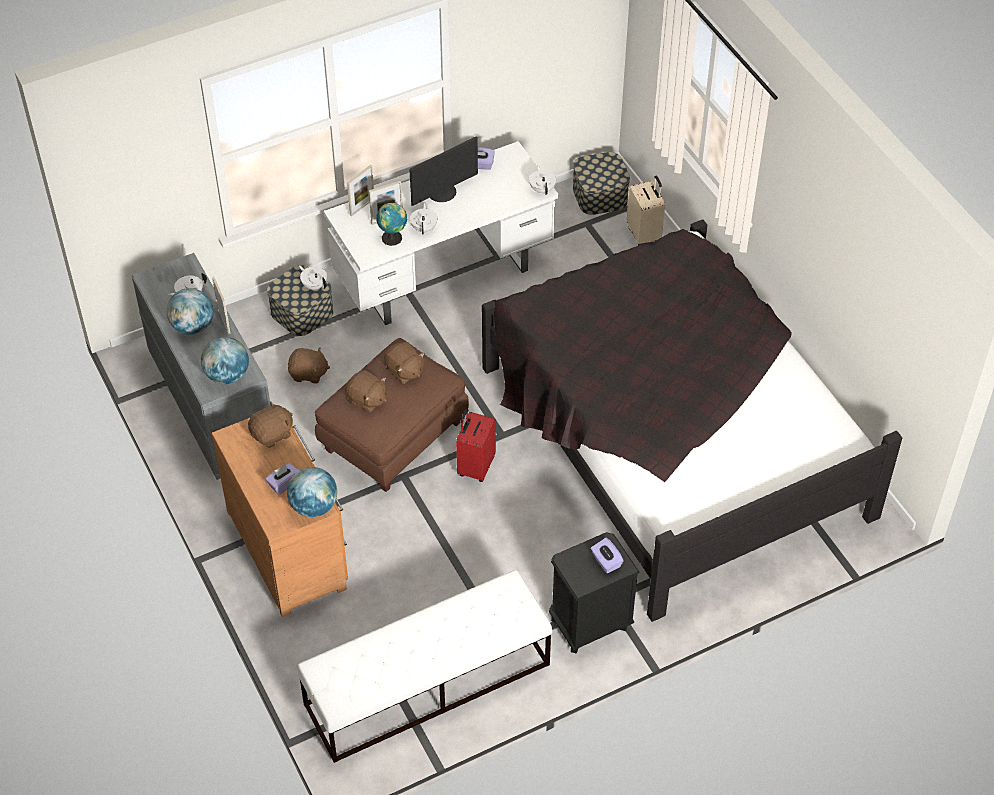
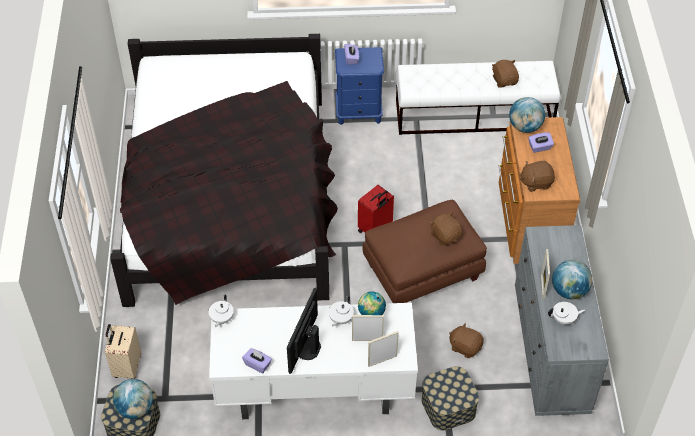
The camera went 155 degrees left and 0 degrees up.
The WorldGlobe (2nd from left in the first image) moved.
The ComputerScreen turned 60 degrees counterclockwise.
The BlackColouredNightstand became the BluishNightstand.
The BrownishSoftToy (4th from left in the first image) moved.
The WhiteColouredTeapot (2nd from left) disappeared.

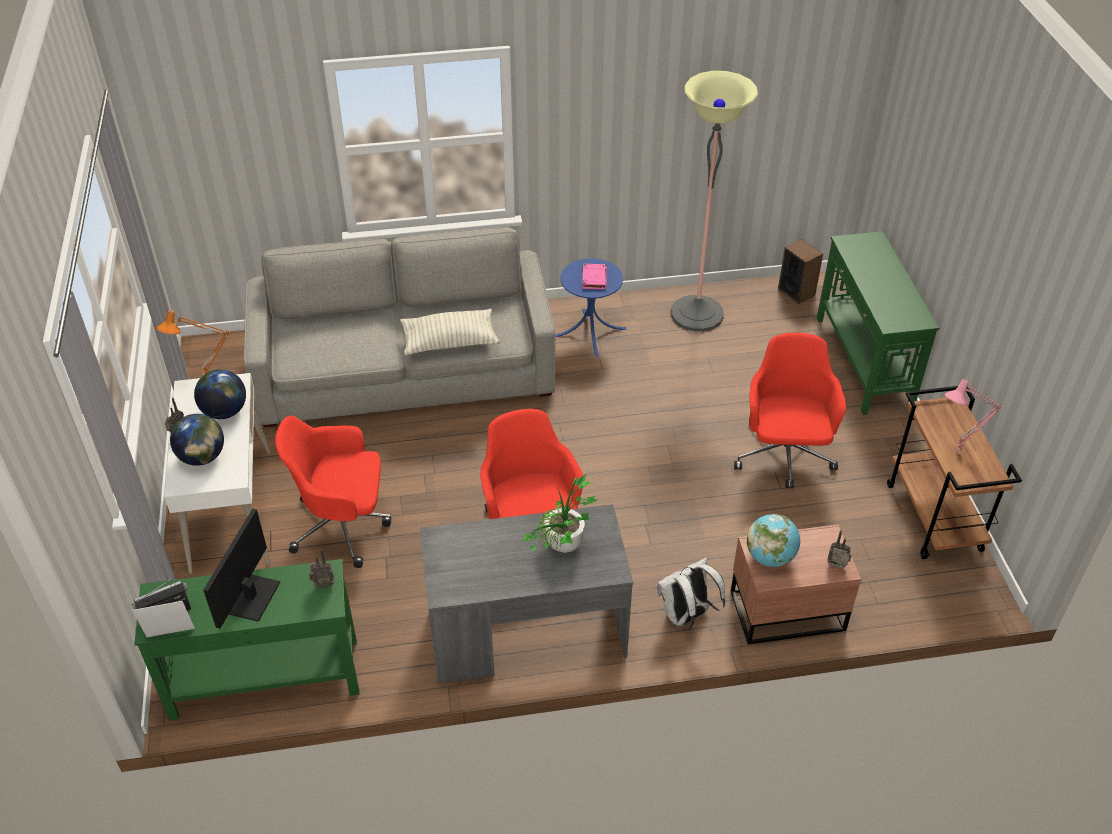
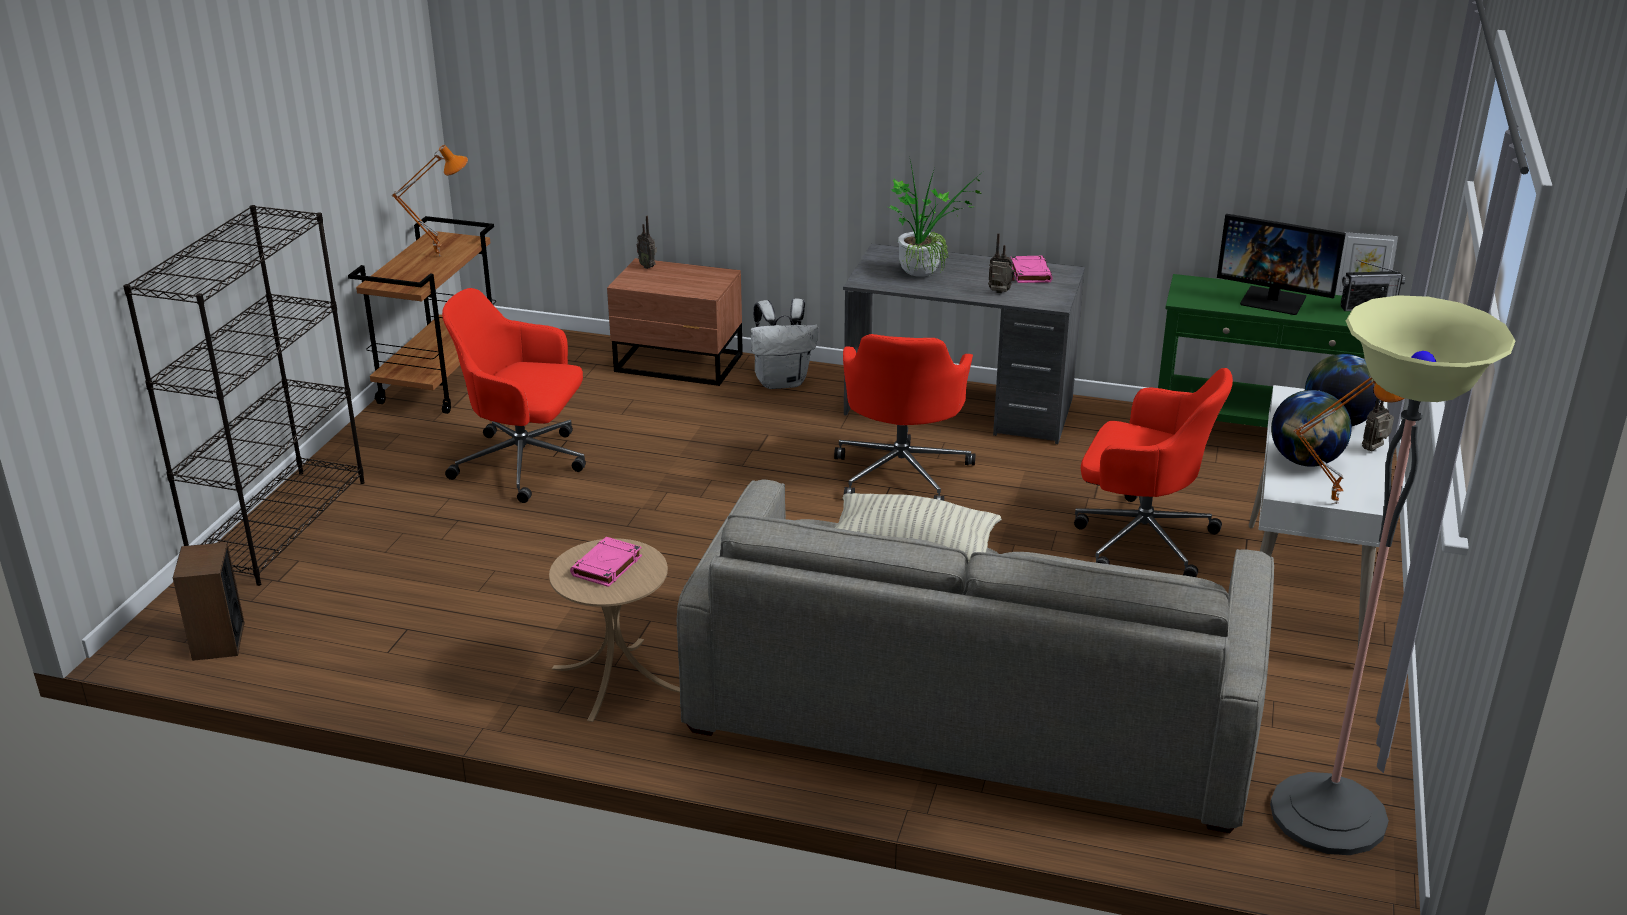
The camera went 155 degrees left and 15 degrees down.
The GreenNarrowTable (2nd from left) was replaced by the BlackColouredBookcase.
The PinkishTableLamp became the OrangeColouredTableLamp (1st from left).
The RedColouredOfficeChair (3rd from left in the first image) turned 75 degrees clockwise.
The BluishSideTable became the SandColouredSideTable.
The RadioReceiver (3rd from left in the first image) moved.
The PinkishBoundBook (2nd from left) appeared.
The ComputerScreen turned 75 degrees clockwise.
The StandardLamp moved.
The WorldGlobe (3rd from left) disappeared.

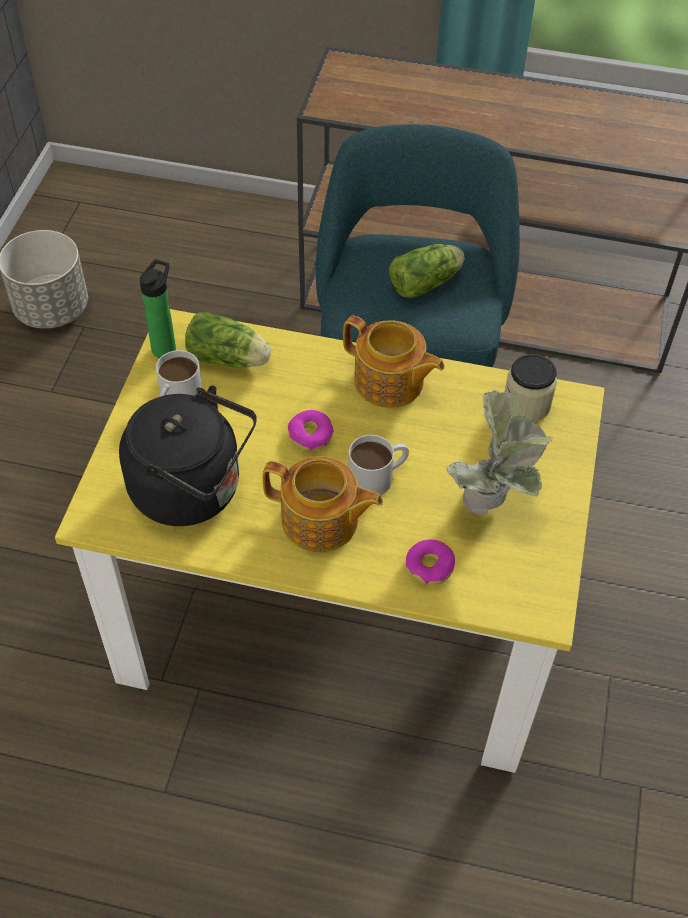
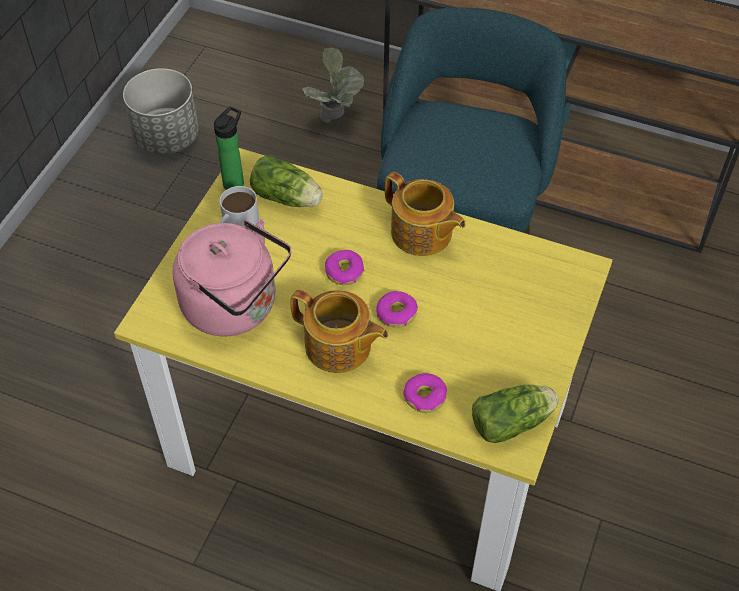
The camera went 10 degrees right and 0 degrees up.
The BlackColouredTeaKettle became the PinkishTeaKettle.
The PlantInAPot moved.
The WhiteColouredCoffeeMug (2nd from left) was replaced by the Donut (2nd from left).
The HeadOfLettuce (2nd from left) moved.
The Jar disappeared.

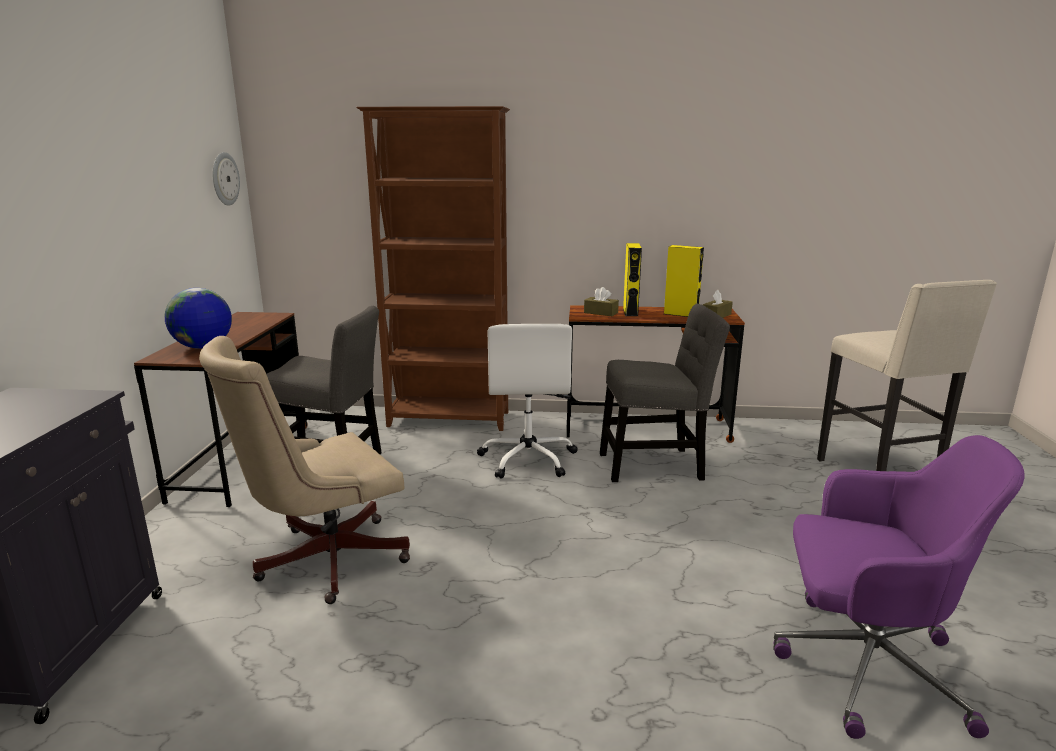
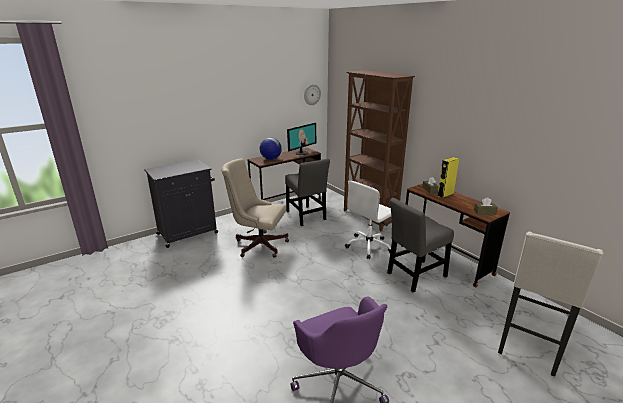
The camera went 50 degrees right and 5 degrees up.
The ComputerScreen appeared.
The GrayChair (2nd from left) turned 105 degrees clockwise.
The YellowishAudioSpeaker (2nd from left) disappeared.

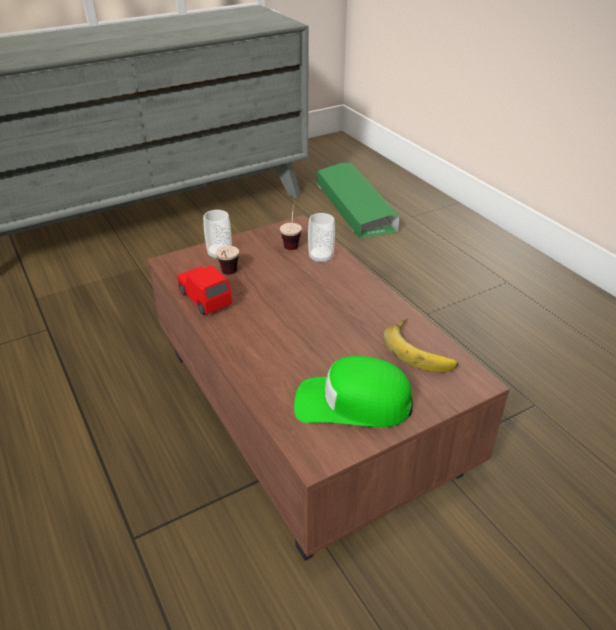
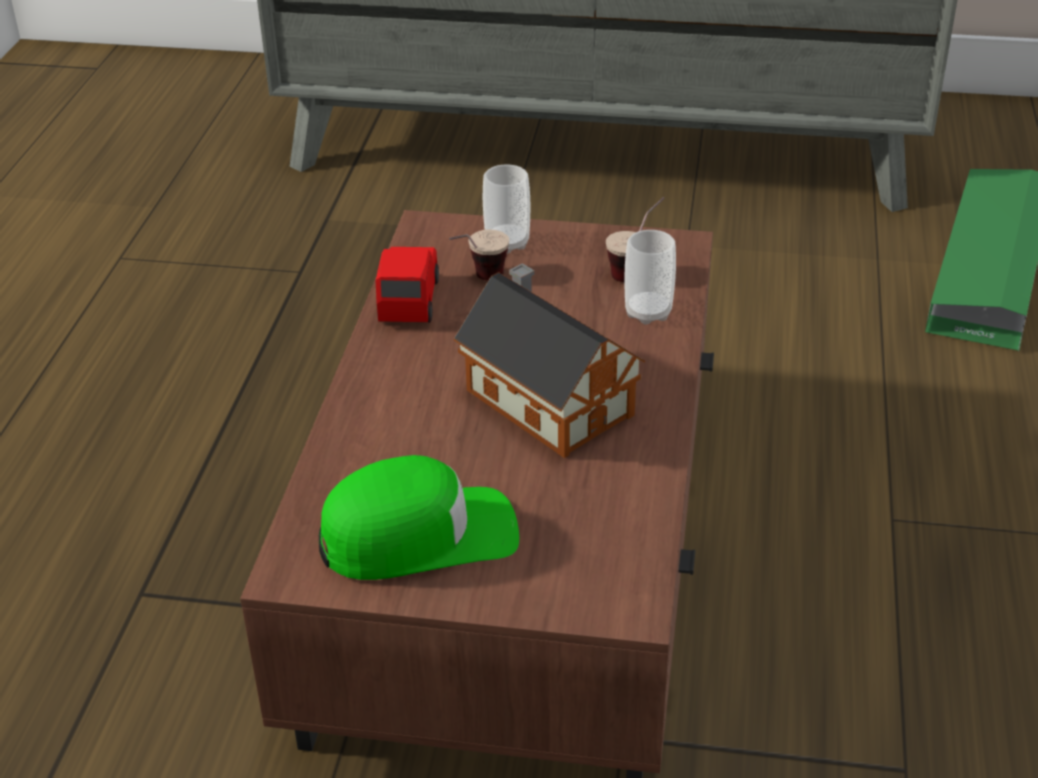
The camera went 40 degrees right and 0 degrees up.
The GreenBaseballCap turned 120 degrees clockwise.
The ModelHouse appeared.
The BananaFruit disappeared.

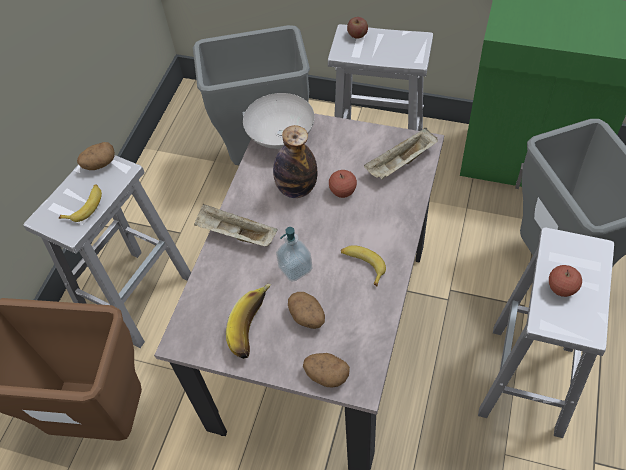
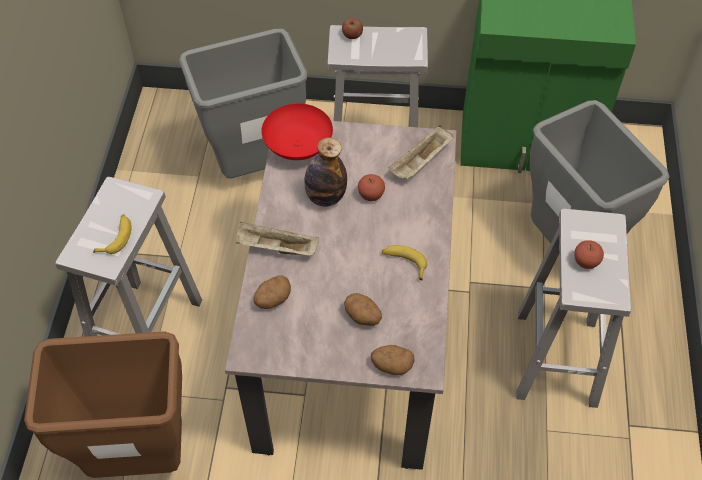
The camera went 15 degrees left and 0 degrees up.
The Potato (1st from left) moved.
The WhiteColouredBowl became the RedColouredBowl.
The BananaFruit (2nd from left) disappeared.
The SoapBottle disappeared.

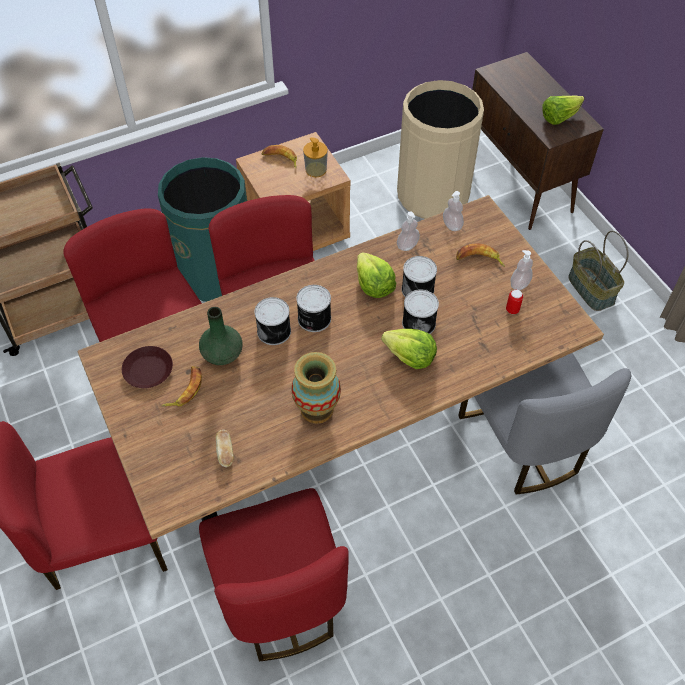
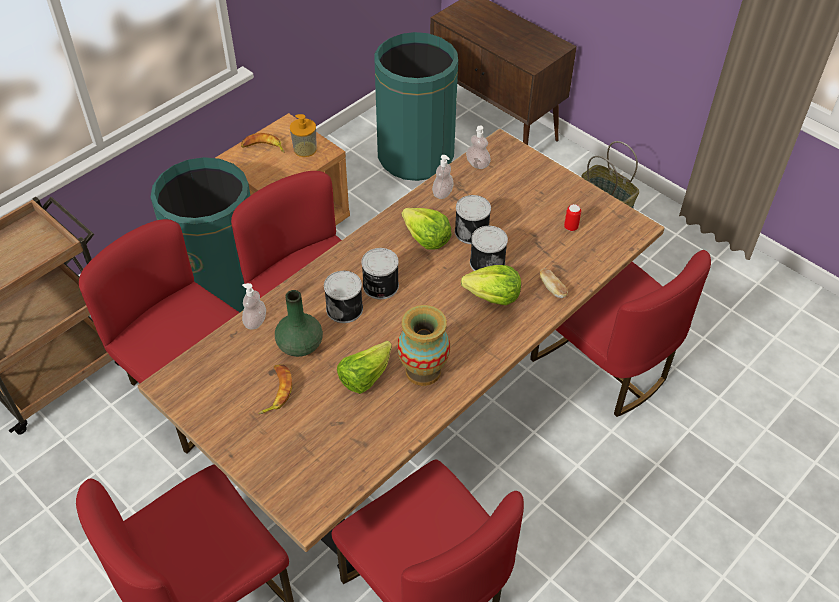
The camera went 20 degrees left and 5 degrees down.
The SoapBottle (4th from left in the first image) moved.
The HeadOfLettuce (3rd from left in the first image) moved.
The SandColouredTrashCan became the GreenTrashCan (2nd from left).
The GrayChair became the RedColouredChair (5th from left).
The Bread moved.
The BrownishPlate disappeared.
The BananaFruit (3rd from left) disappeared.

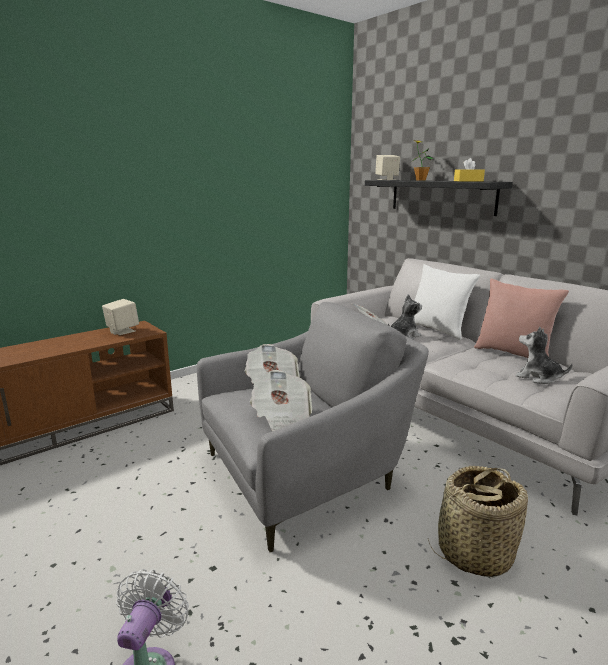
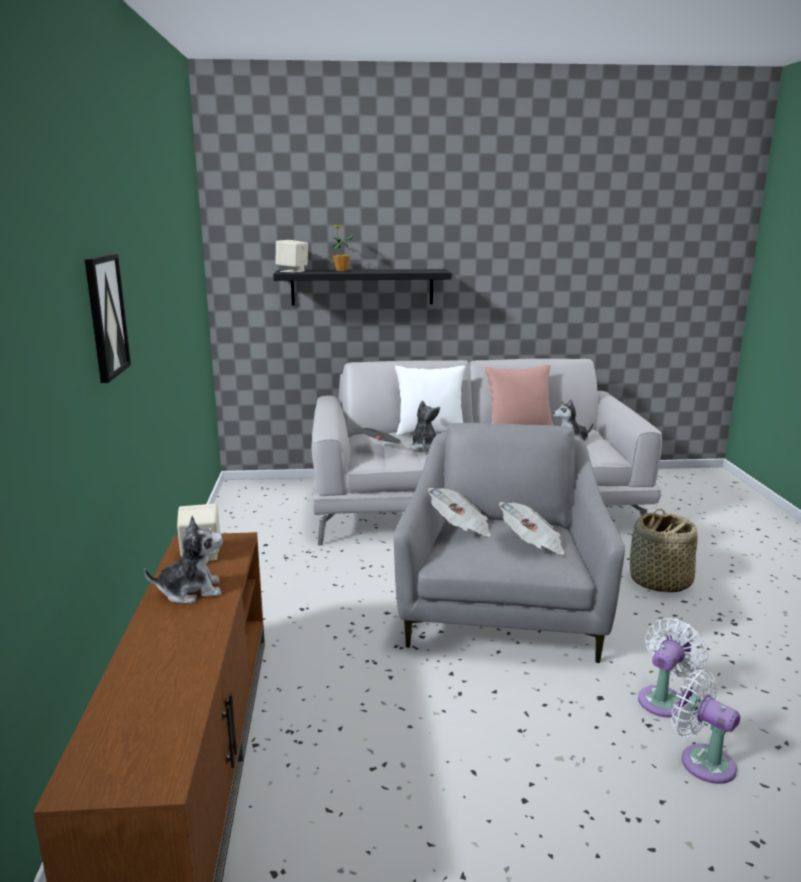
The camera went 55 degrees left and 0 degrees up.
The WallArt appeared.
The SoftToy (1st from left) appeared.
The WhiteColouredCoolingFan (1st from left) appeared.
The YellowishTissueHolder disappeared.

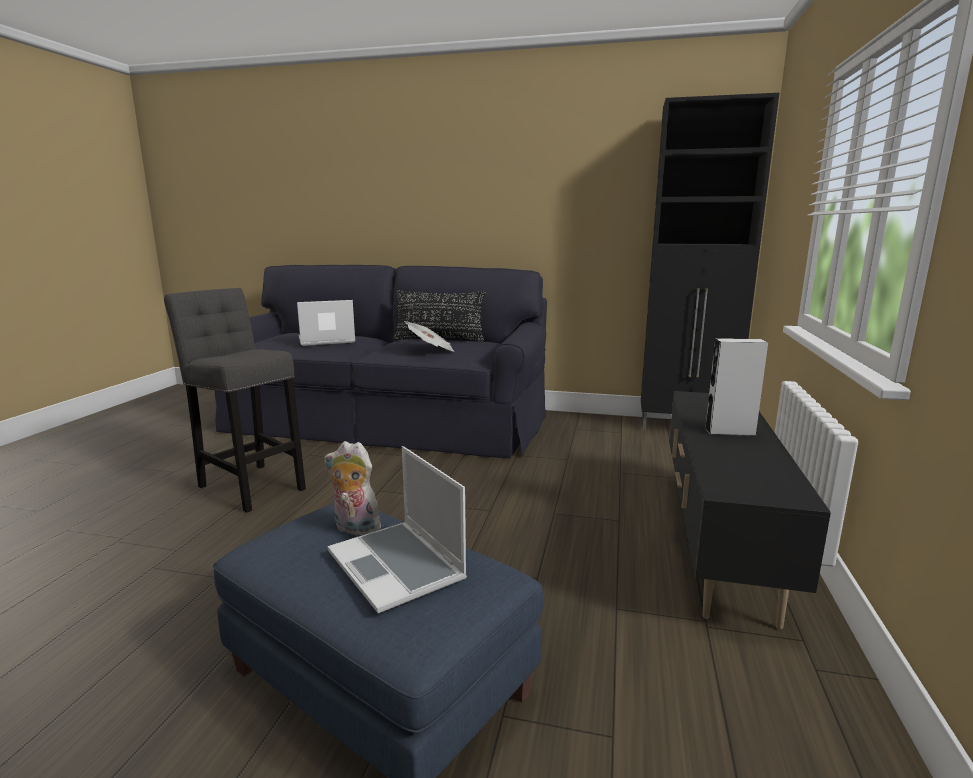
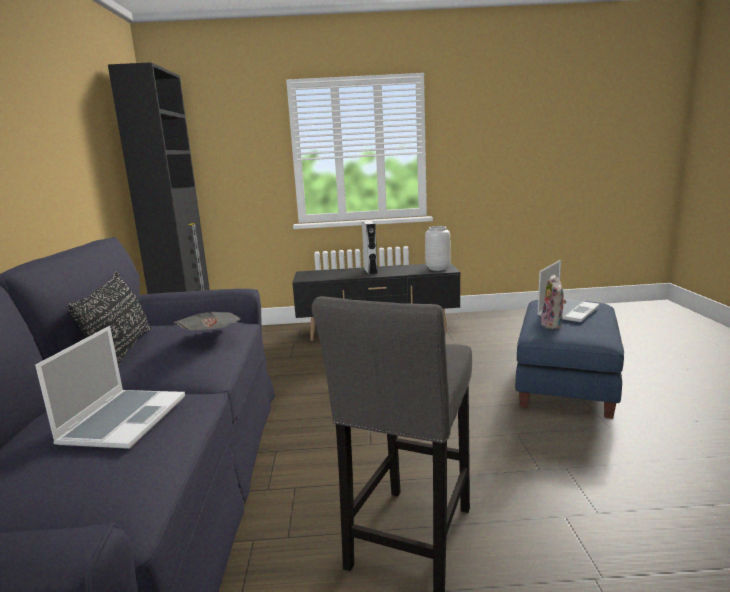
The camera went 105 degrees left and 0 degrees up.
The NotebookComputer (1st from left) turned 135 degrees counterclockwise.
The GrayDecorativeVase appeared.

